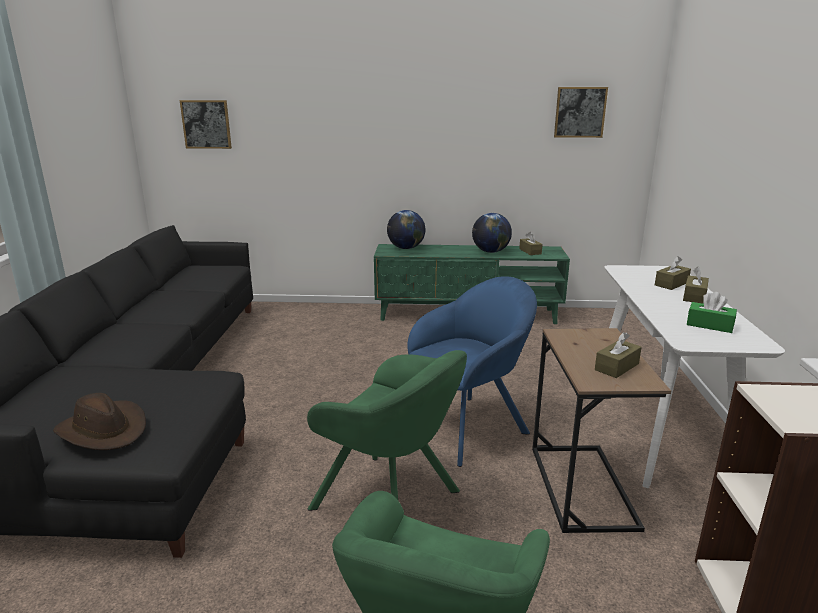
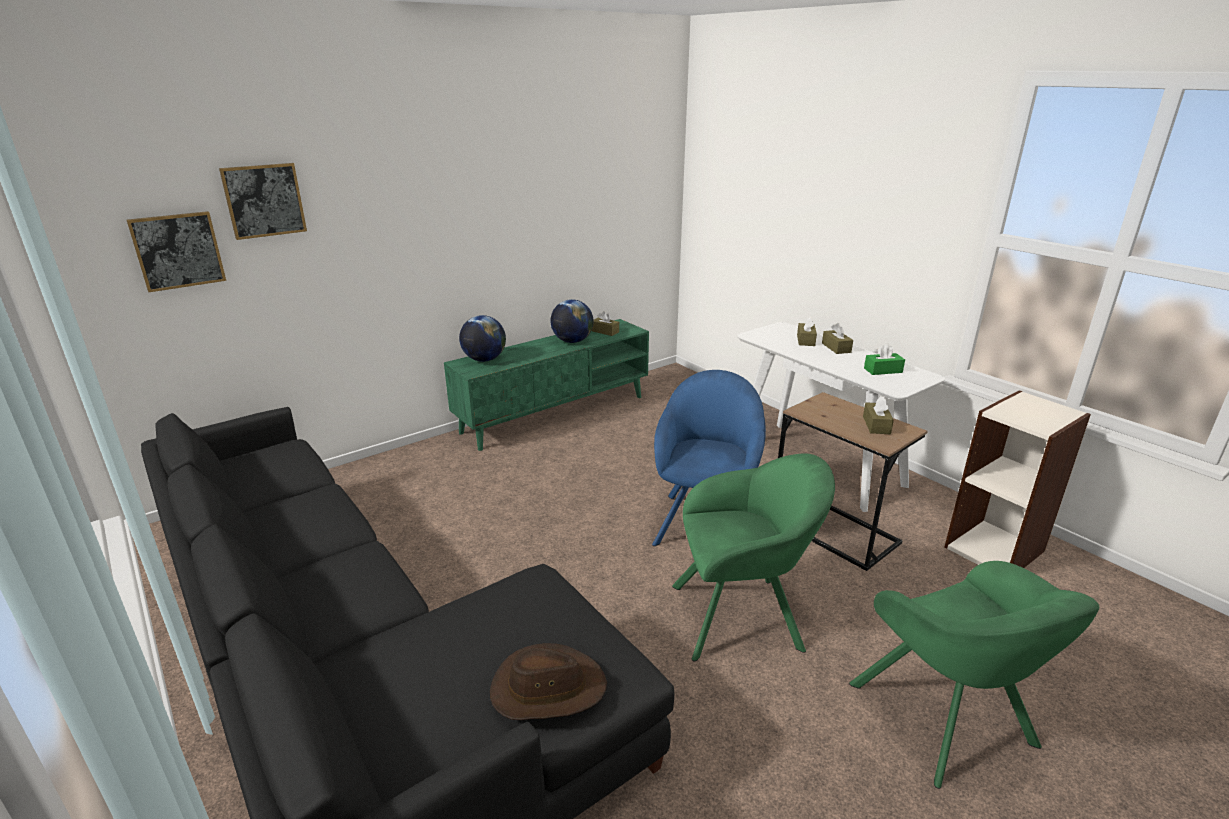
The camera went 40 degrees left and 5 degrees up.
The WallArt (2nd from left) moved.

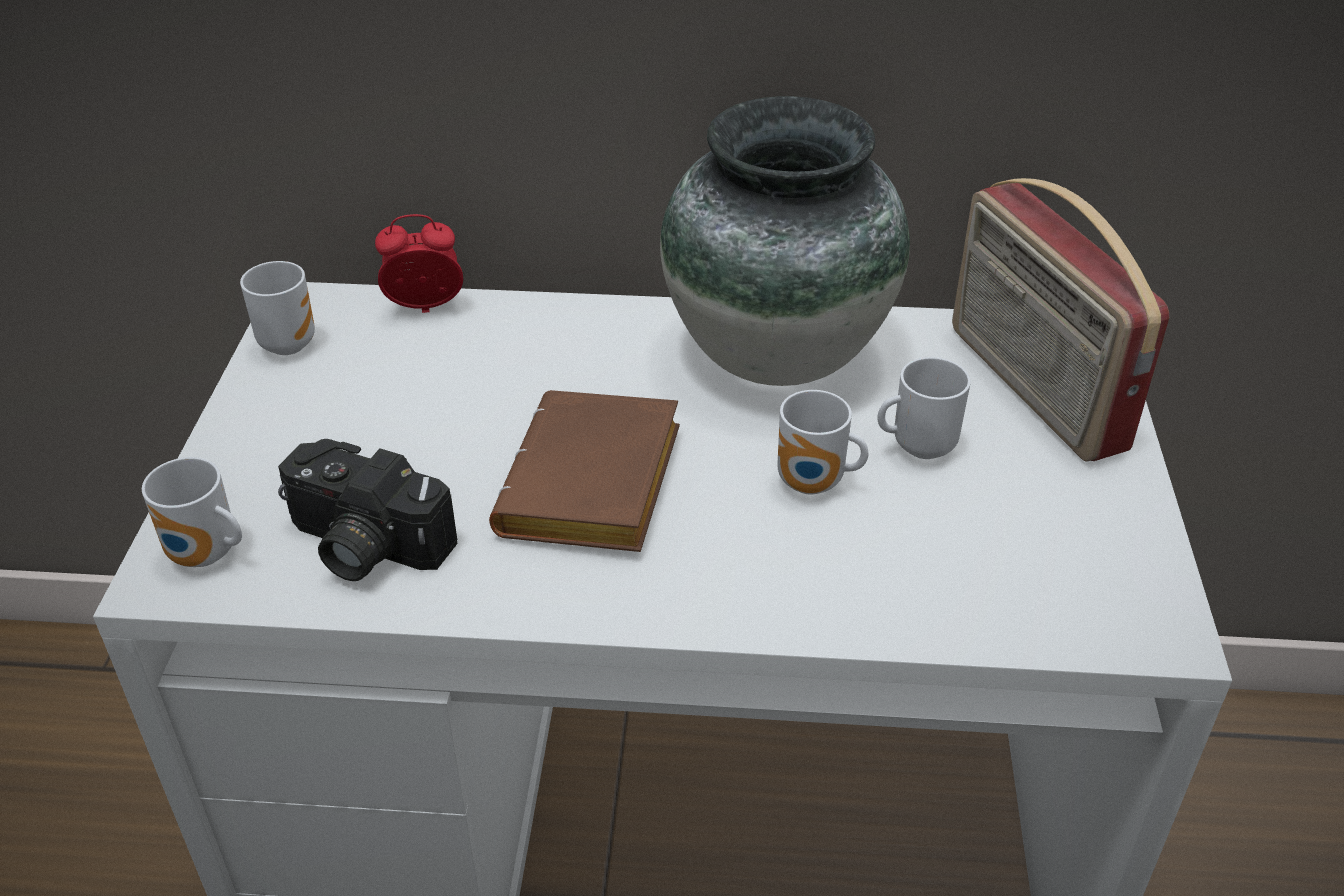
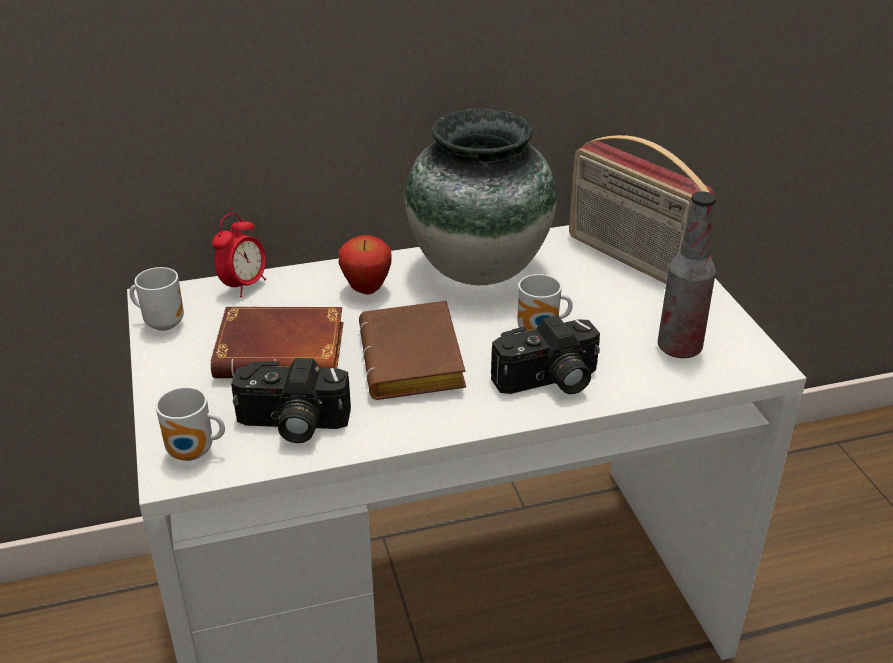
The camera went 20 degrees left and 5 degrees down.
The BrownishBoundBook (1st from left) appeared.
The BedsideClock turned 150 degrees clockwise.
The AppleFruit appeared.
The PhotoCamera (2nd from left) appeared.
The BeverageBottle appeared.
The CoffeeMug (4th from left) disappeared.

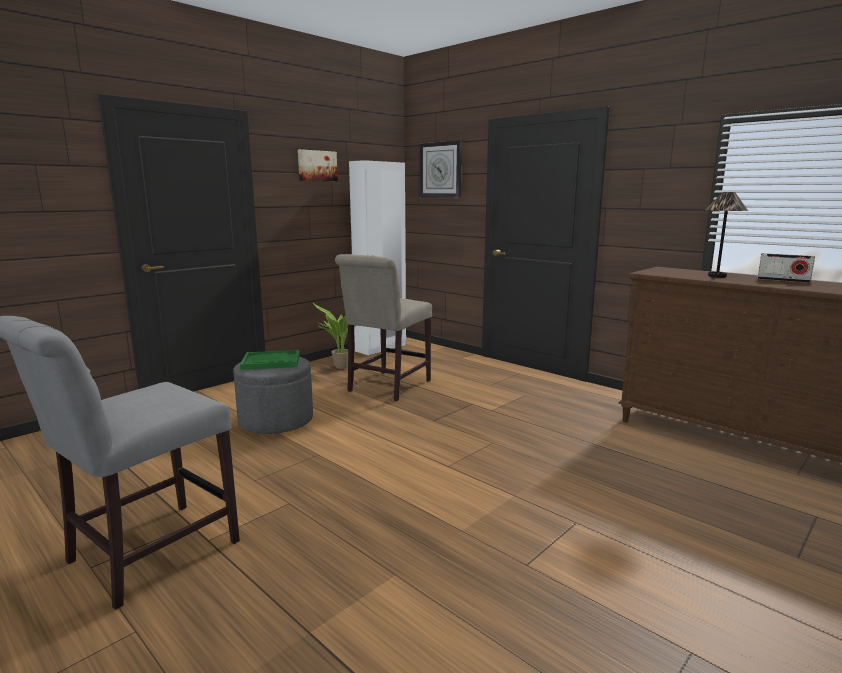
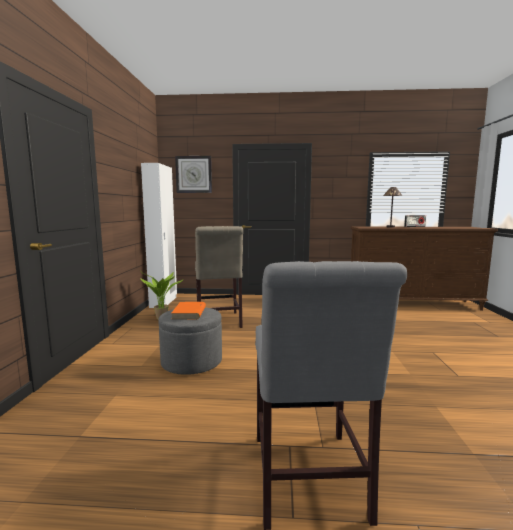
The camera went 40 degrees left and 5 degrees down.
The GreenTray was replaced by the OrangeColouredBoundBook.
The WallArt disappeared.

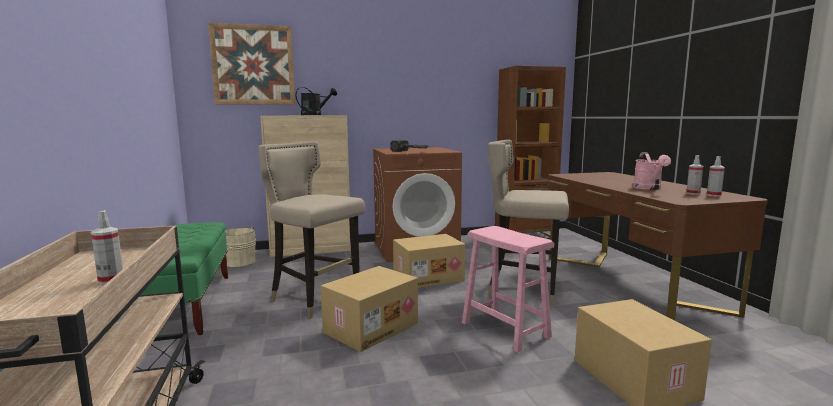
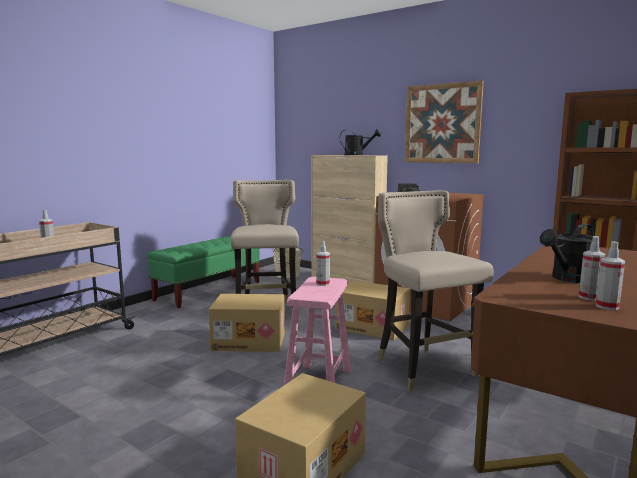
The camera went 50 degrees right and 0 degrees up.
The HandSprayer (2nd from left) appeared.
The WallArt moved.
The PinkishWateringPot became the BlackColouredWateringPot (2nd from left).

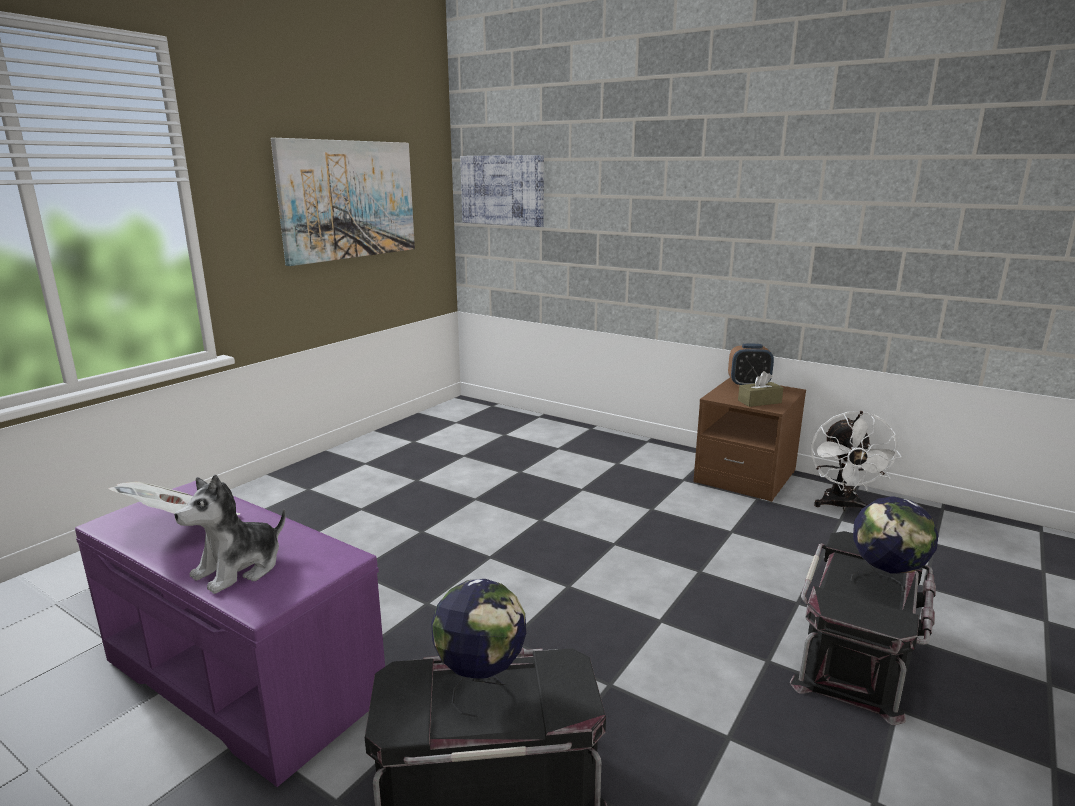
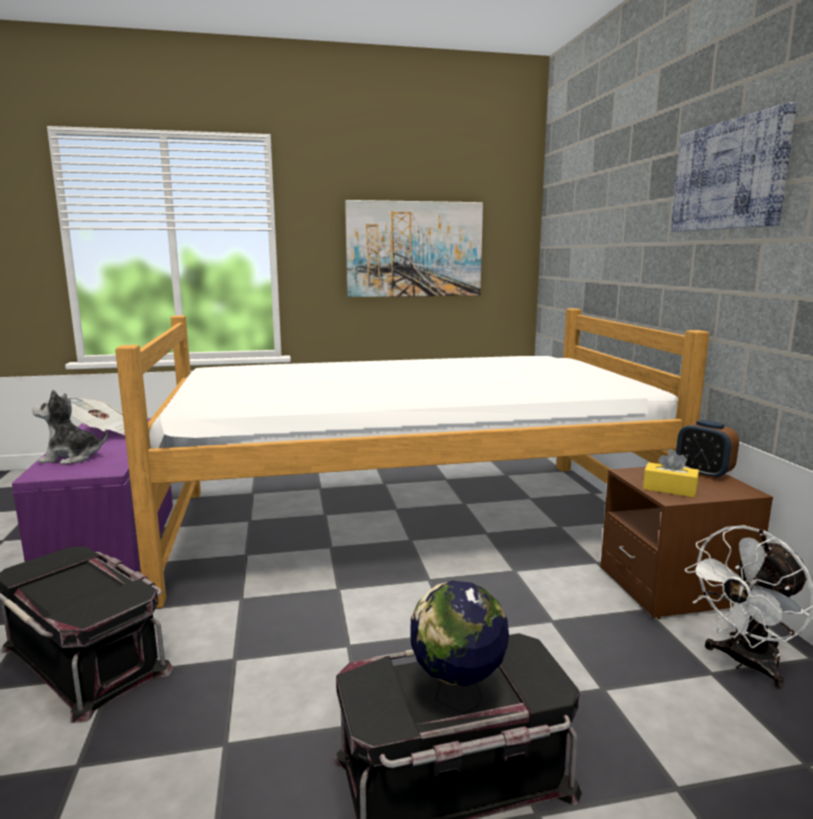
The camera went 45 degrees right and 5 degrees down.
The BedroomBed appeared.
The BrownishTissueHolder became the YellowishTissueHolder.
The WallArt (2nd from left) moved.
The WorldGlobe (1st from left) disappeared.

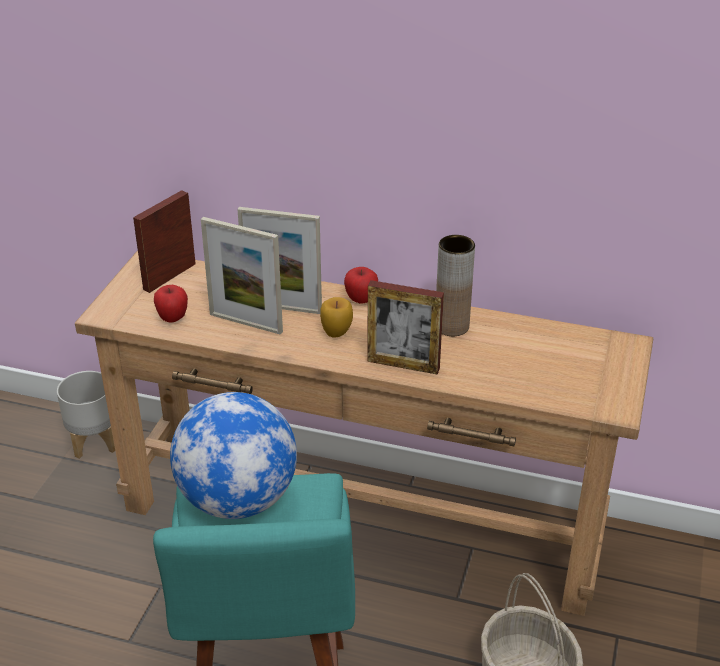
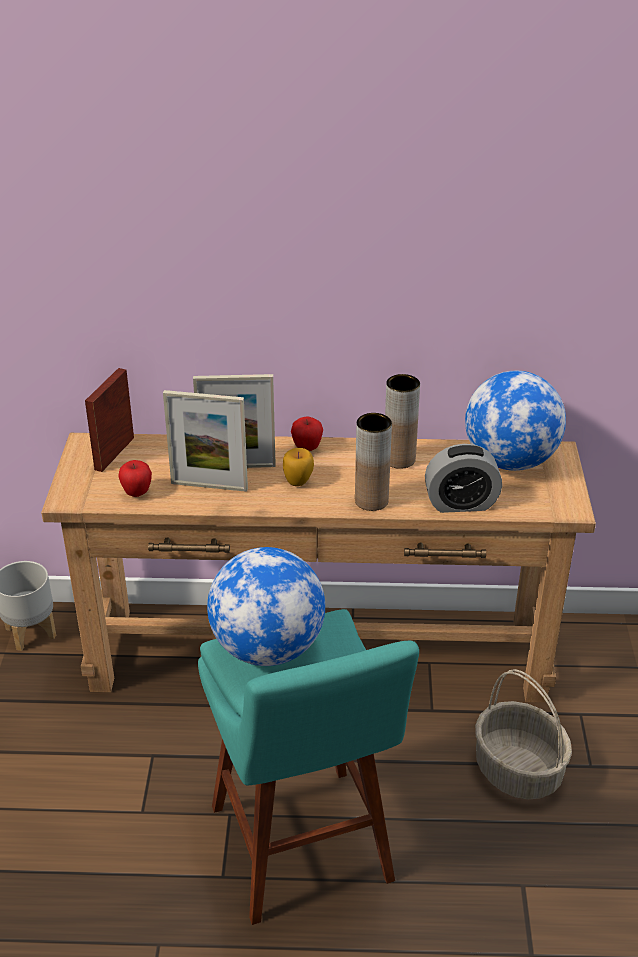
The camera went 15 degrees left and 0 degrees up.
The StandingFrame (4th from left) was replaced by the BrownishDecorativeVase (1st from left).
The BedsideClock appeared.
The WorldGlobe (2nd from left) appeared.

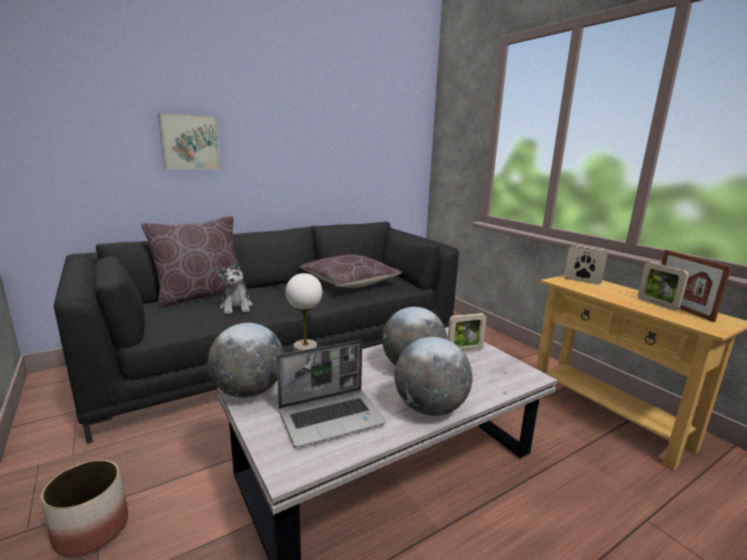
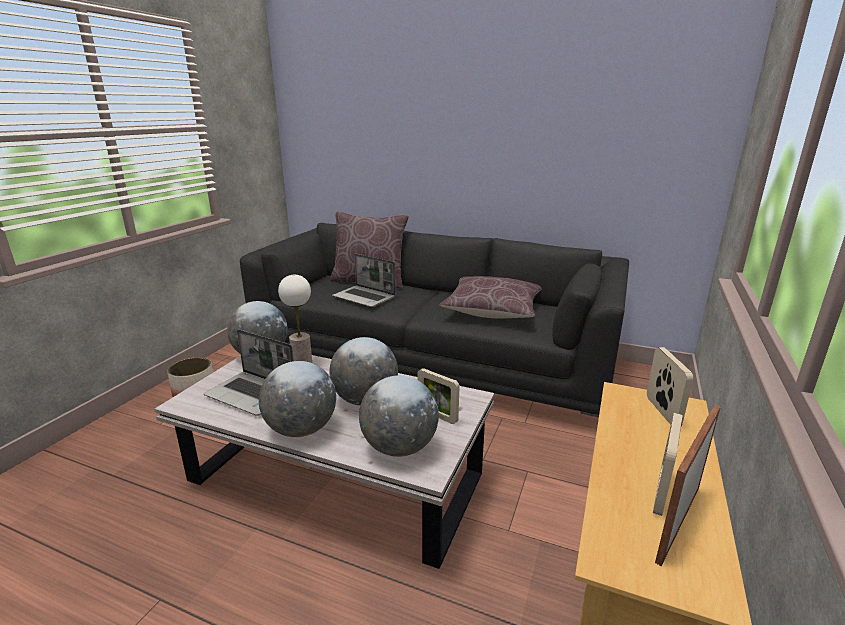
The camera went 55 degrees right and 5 degrees up.
The SoftToy was replaced by the NotebookComputer (2nd from left).
The WorldGlobe (4th from left) appeared.
The WallArt disappeared.

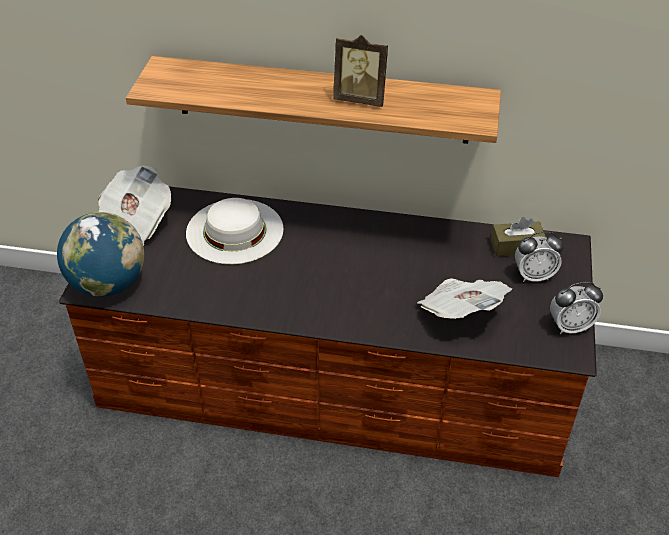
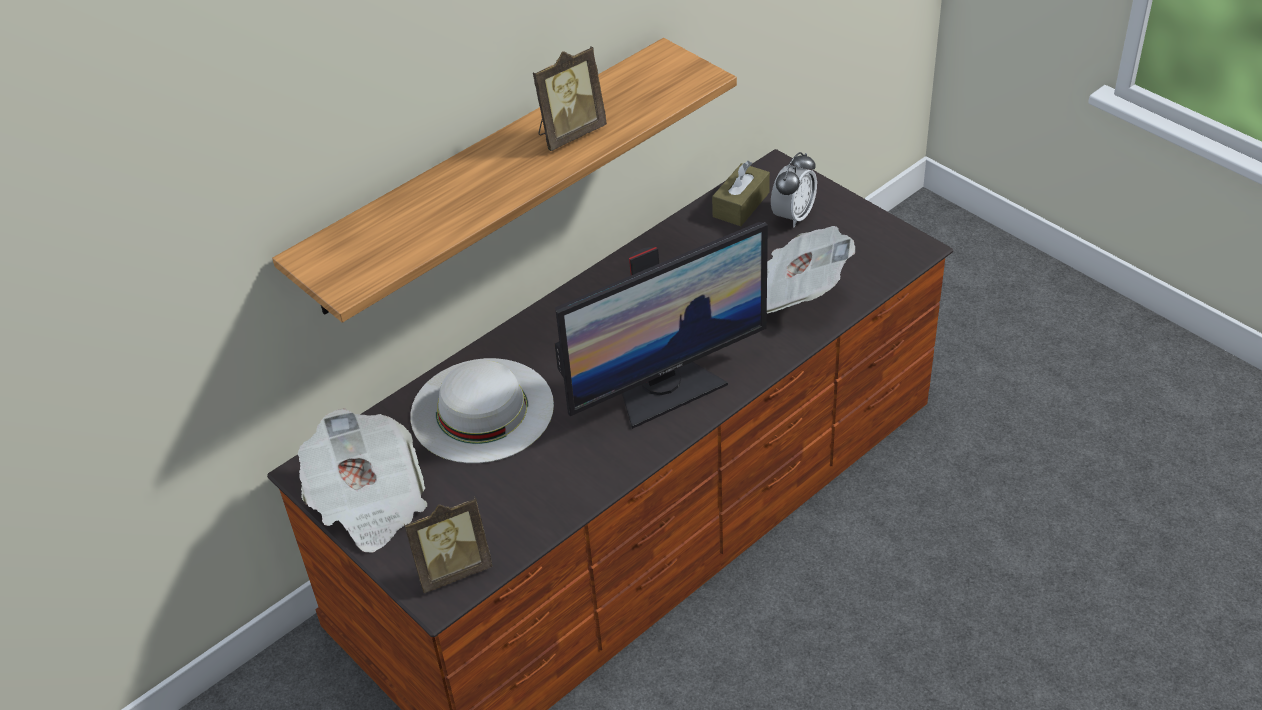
The camera went 50 degrees left and 0 degrees up.
The WorldGlobe was replaced by the StandingFrame (1st from left).
The ComputerScreen appeared.
The BedsideClock (2nd from left) disappeared.

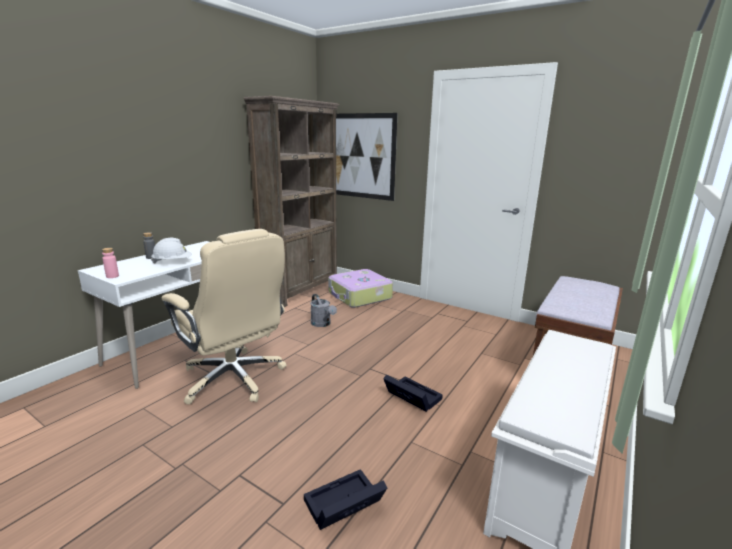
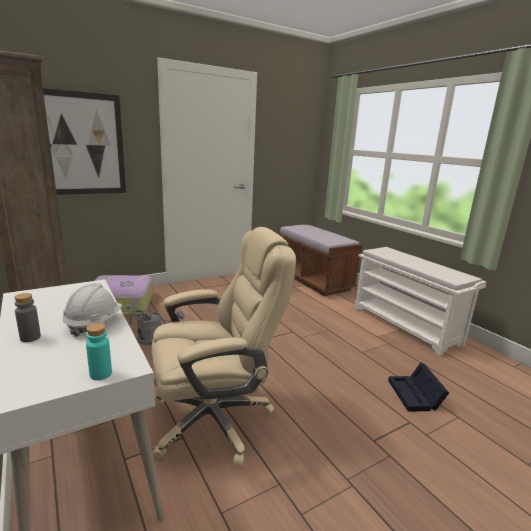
The camera went 65 degrees left and 0 degrees up.
The PinkishBeverageBottle became the TurquoiseBeverageBottle.
The BlackColouredStorageBin (2nd from left) disappeared.

